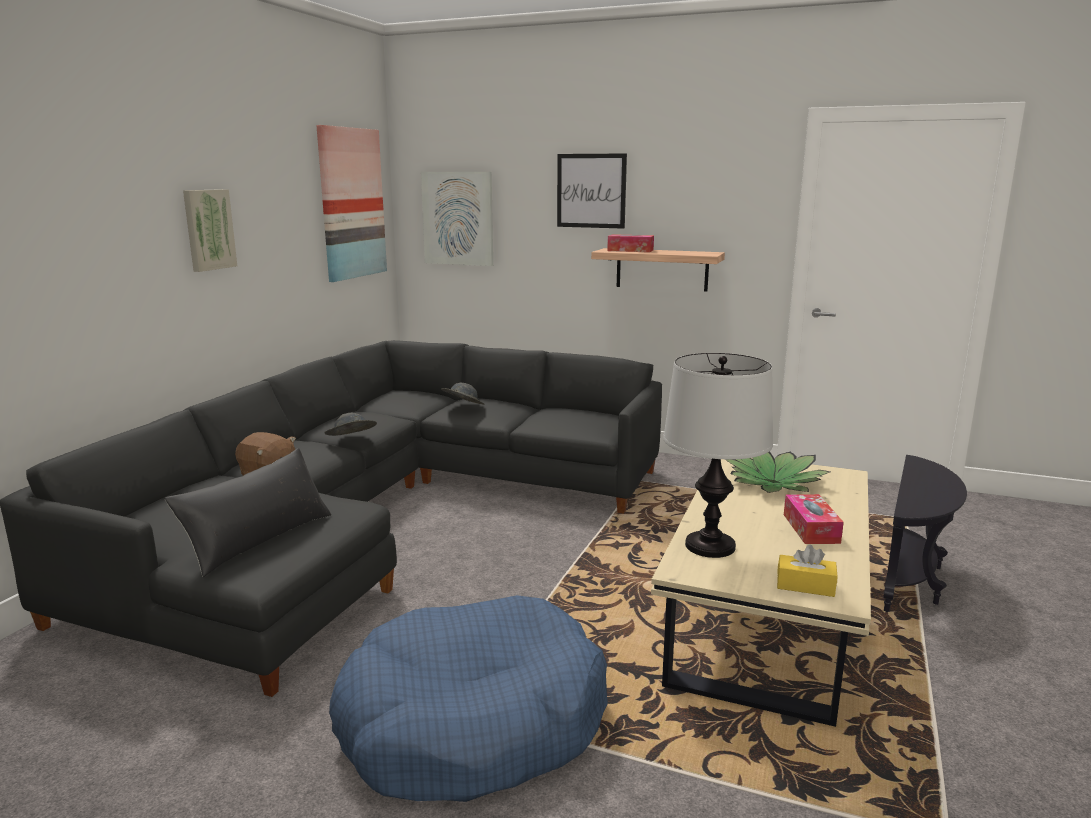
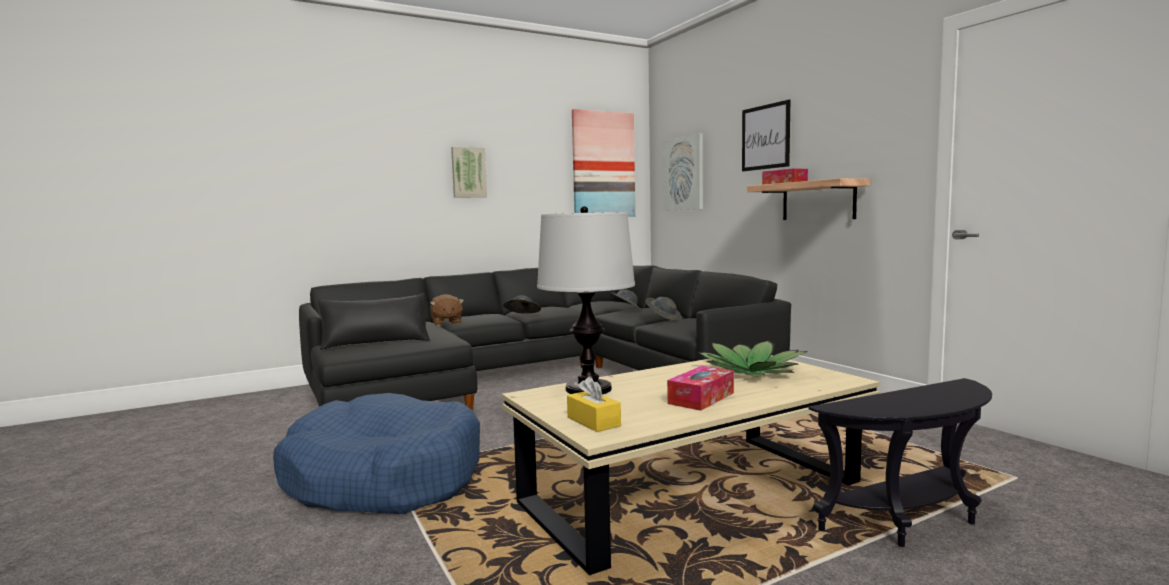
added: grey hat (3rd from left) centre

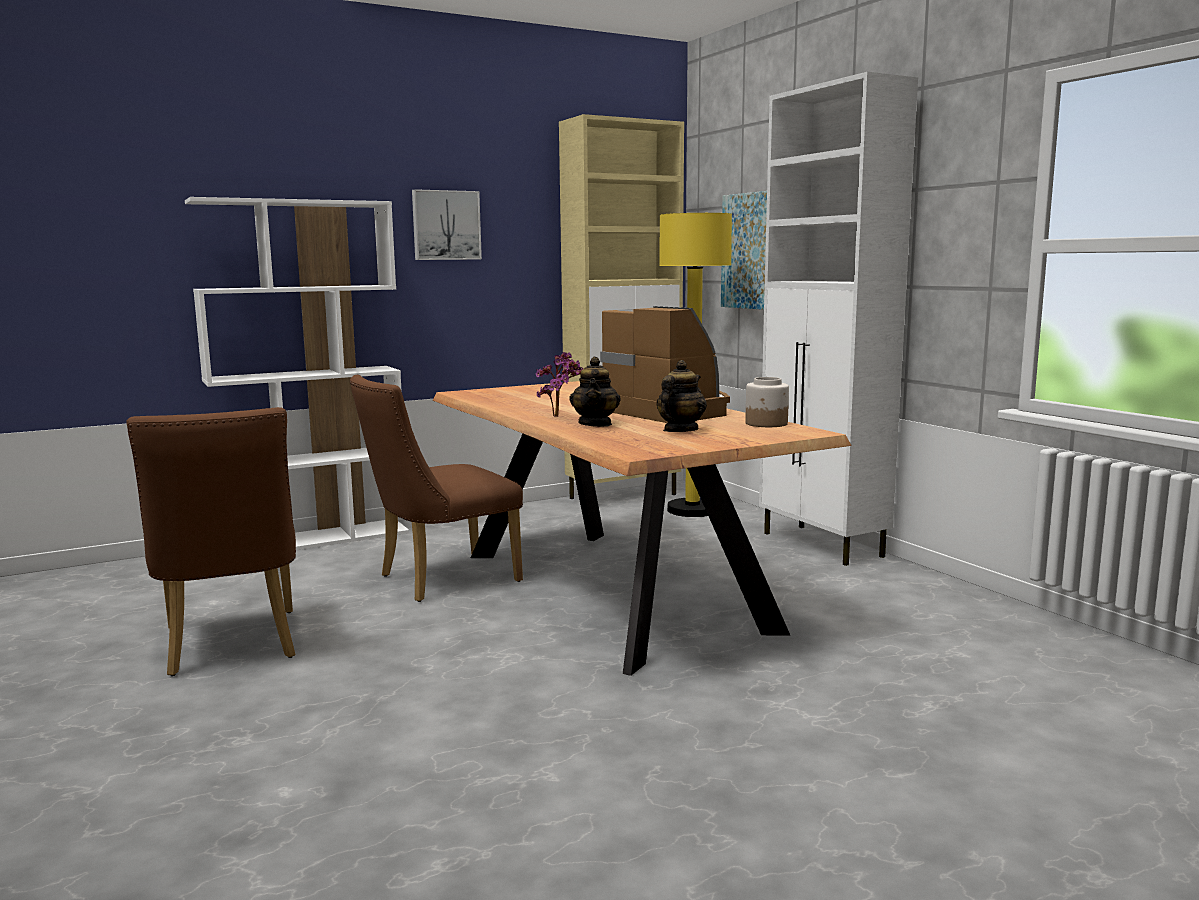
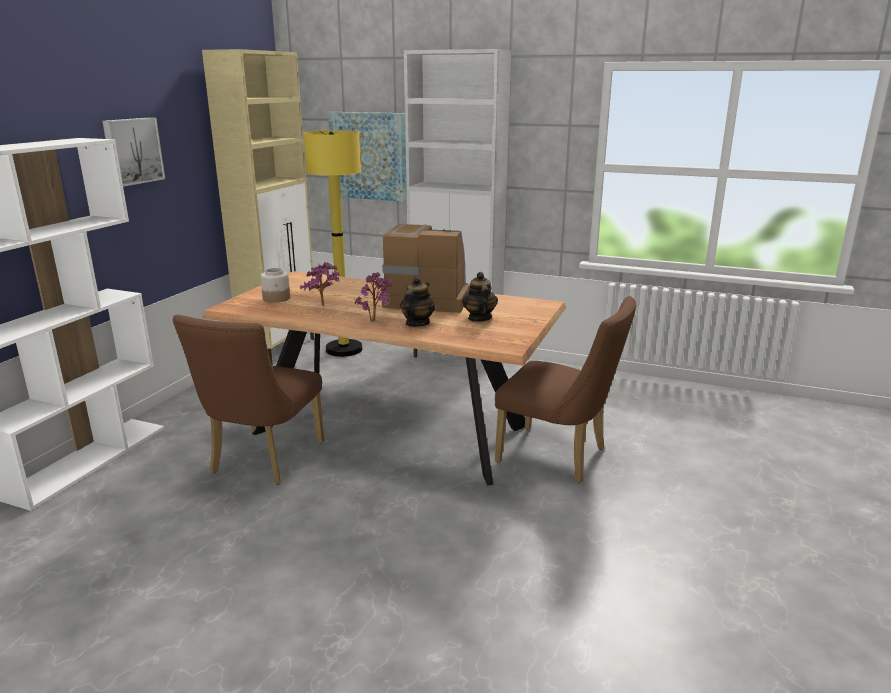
added: potted plant (1st from left) centre
moved: brown chair (1st from left in the first image) middle left to brown chair (2nd from left) centre; jar centre to middle left
turned: teapot (1st from left) centre = centre 120 degrees counterclockwise

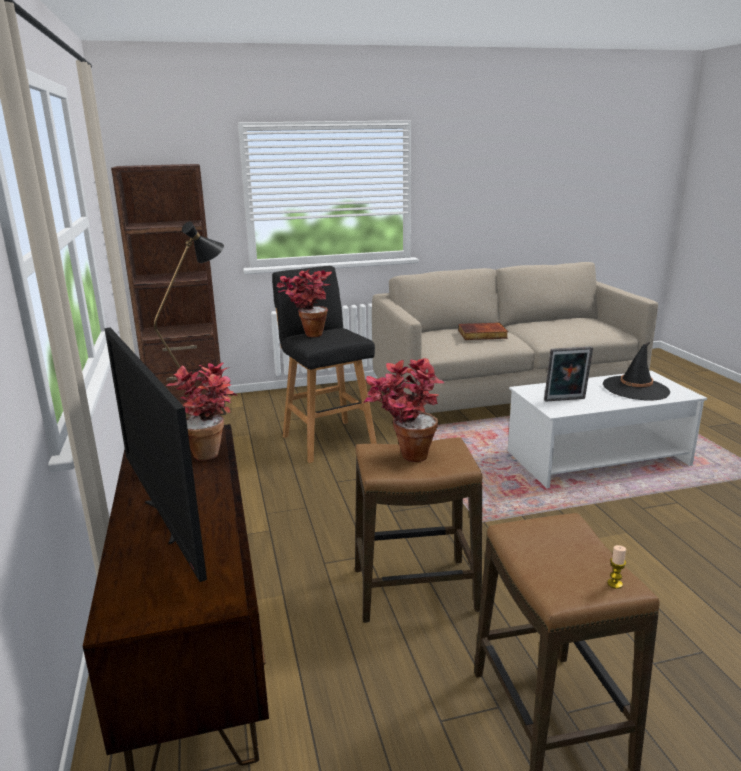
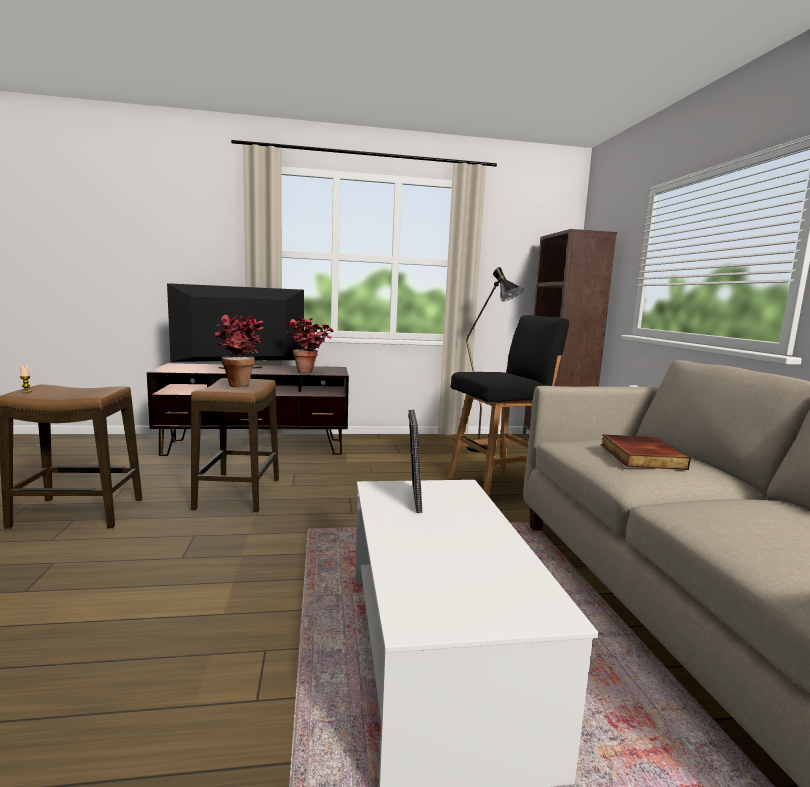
removed: potted plant (2nd from left) centre; black hat middle right

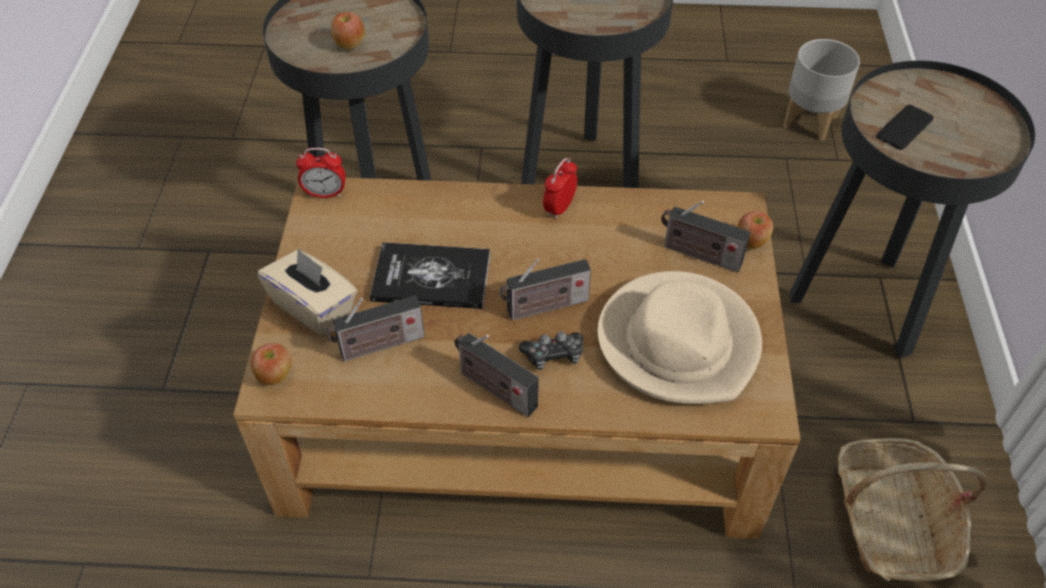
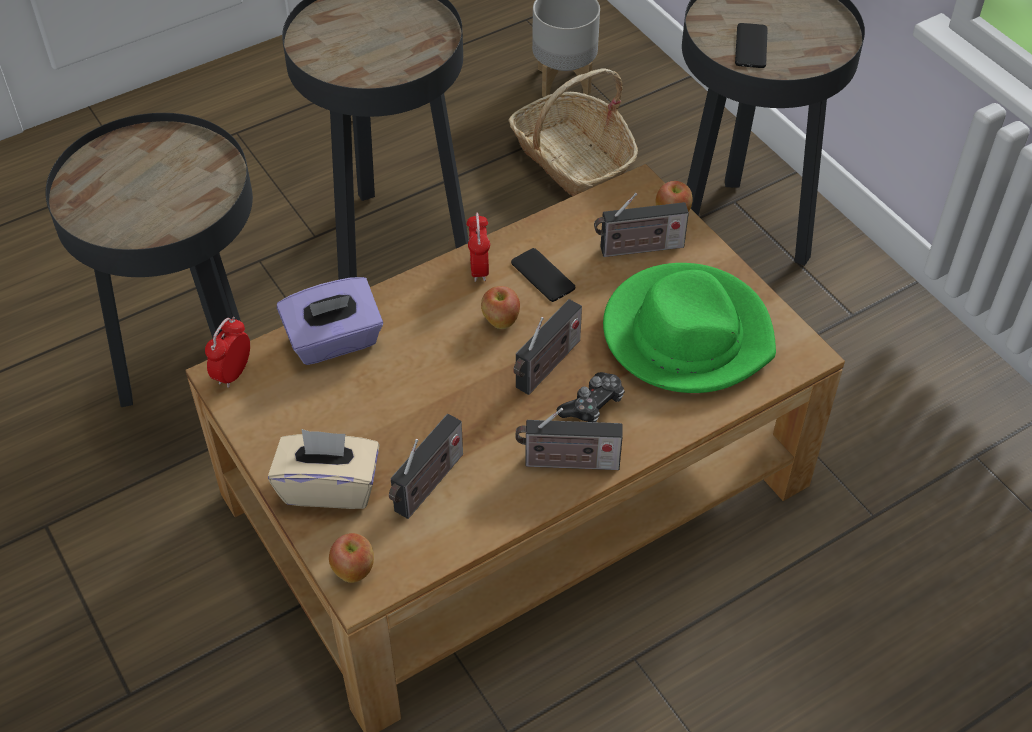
removed: book centre
added: purple tissue box middle left; phone (1st from left) centre
moved: apple (2nd from left) top left to centre; basket bottom right to top centre
recoloured: beige hat centre to green hat middle right
turned: alarm clock (1st from left) top left = middle left 150 degrees clockwise

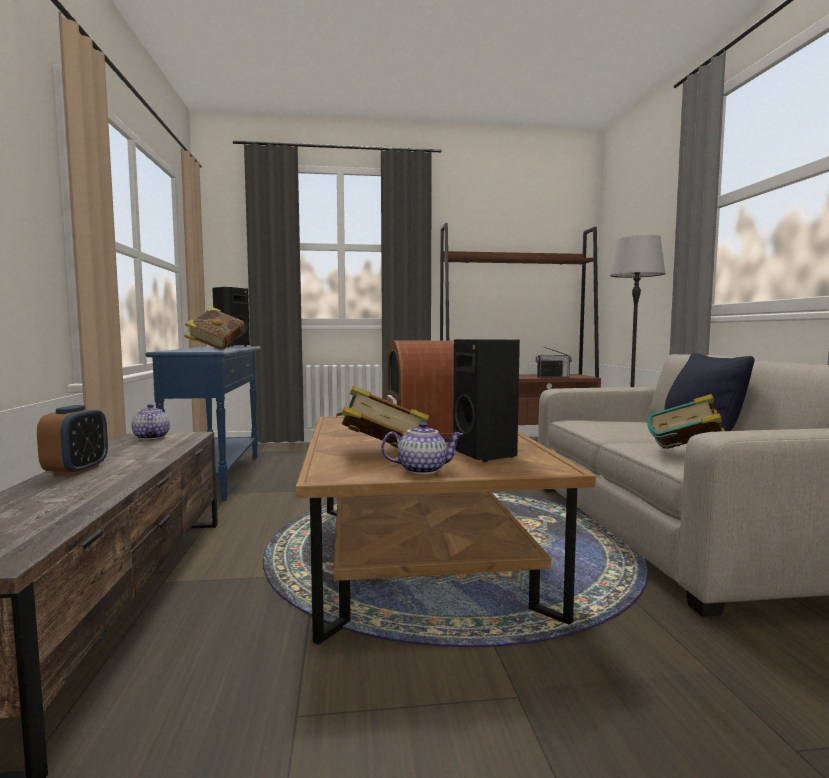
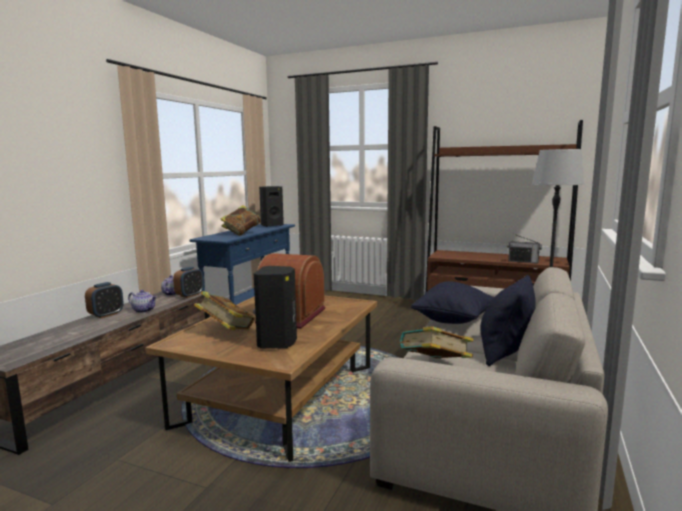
added: alarm clock (2nd from left) middle left; black pillow (1st from left) centre
moved: teapot (2nd from left in the first image) centre to teapot (1st from left) middle left

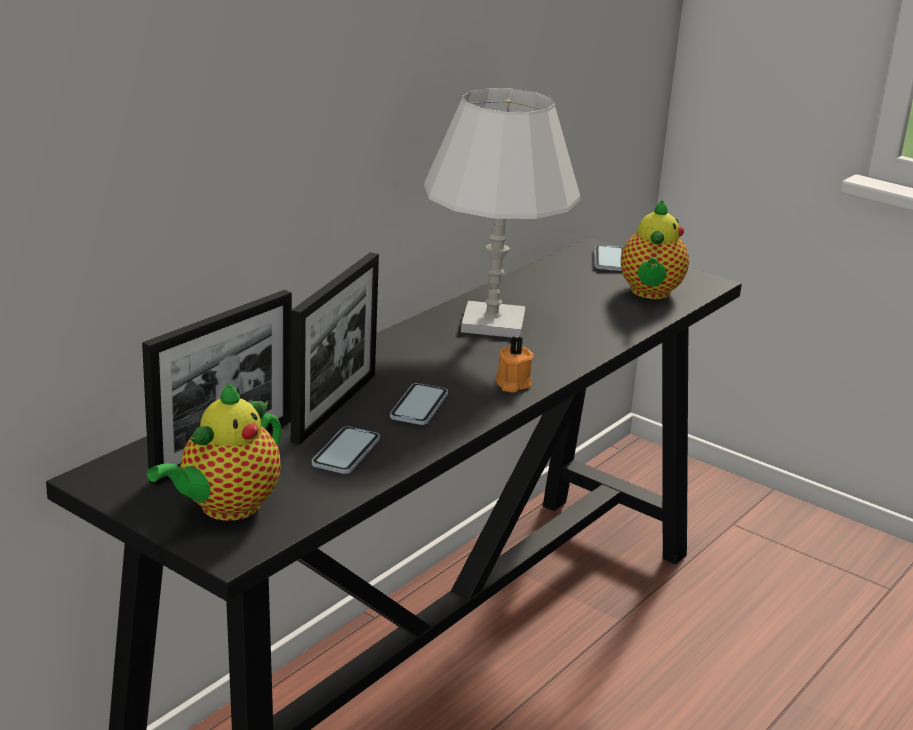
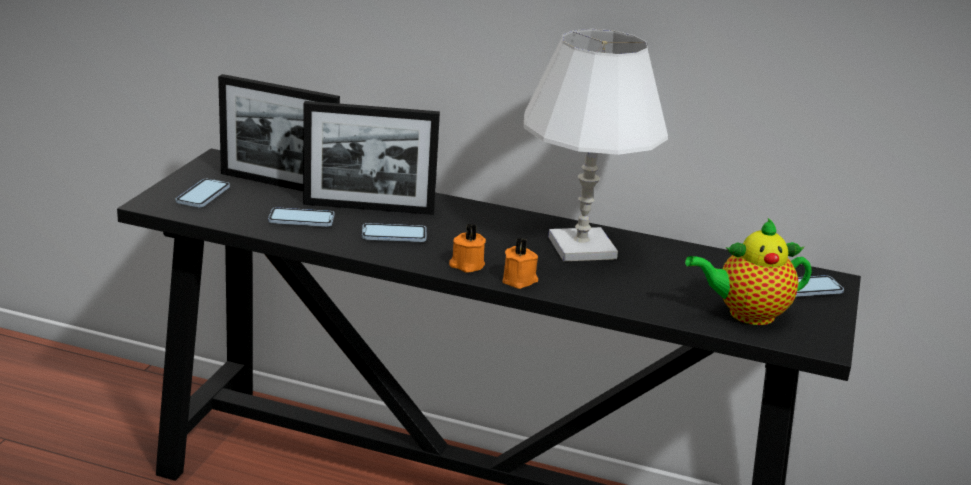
added: orange candle (2nd from left) centre
replaced: teapot (1st from left) middle left to phone (1st from left) middle left

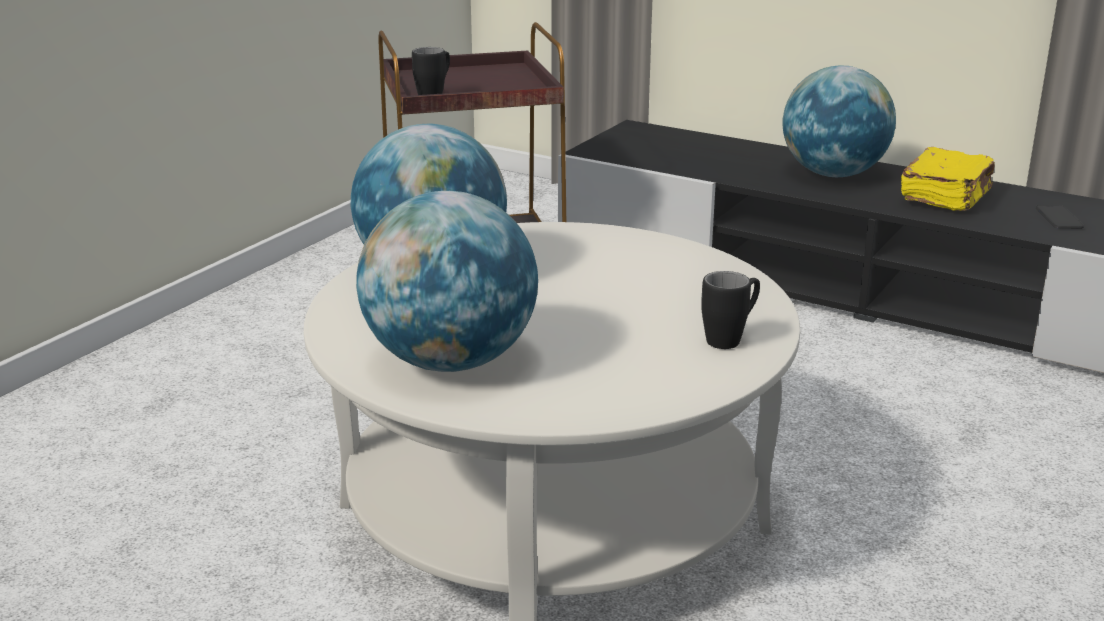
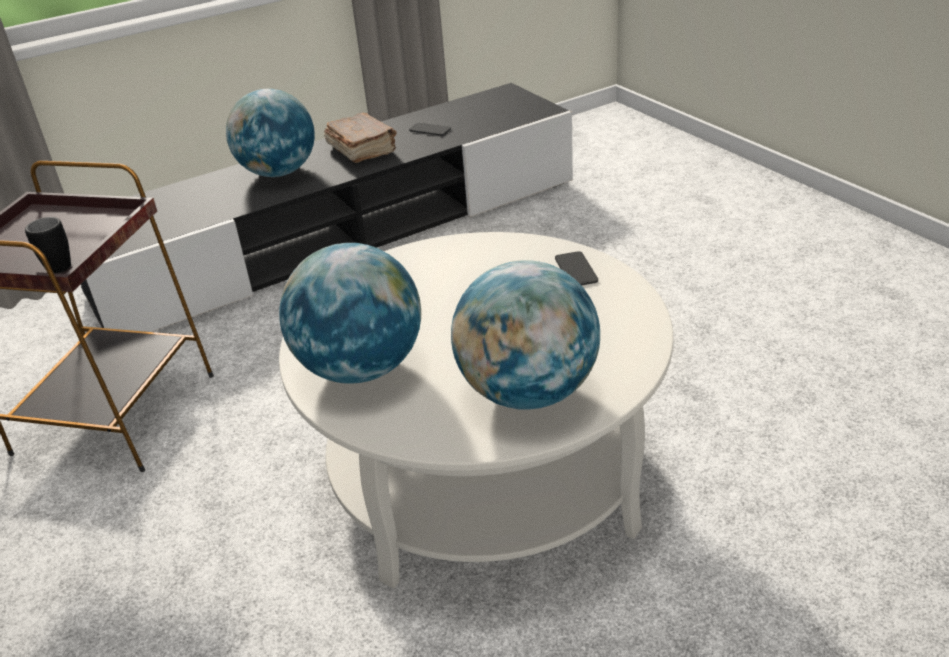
replaced: black mug (2nd from left) centre to phone (2nd from left) centre
recoloured: yellow book top right to brown book top centre

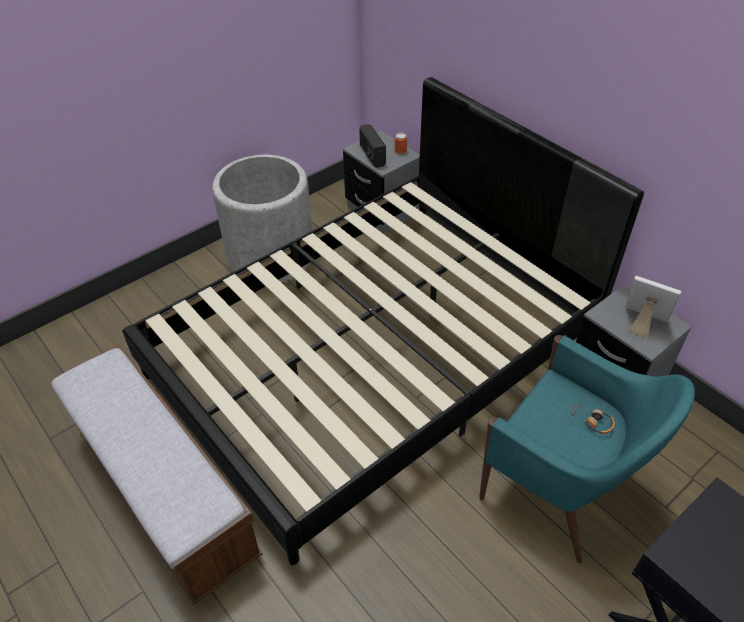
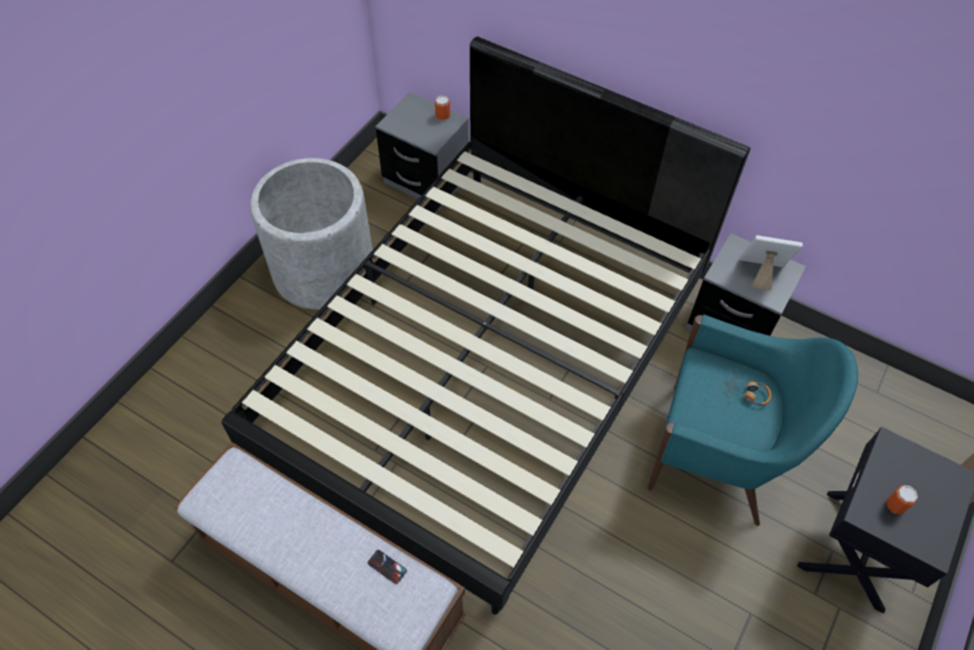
removed: radio top centre
added: phone bottom centre; can (2nd from left) bottom right

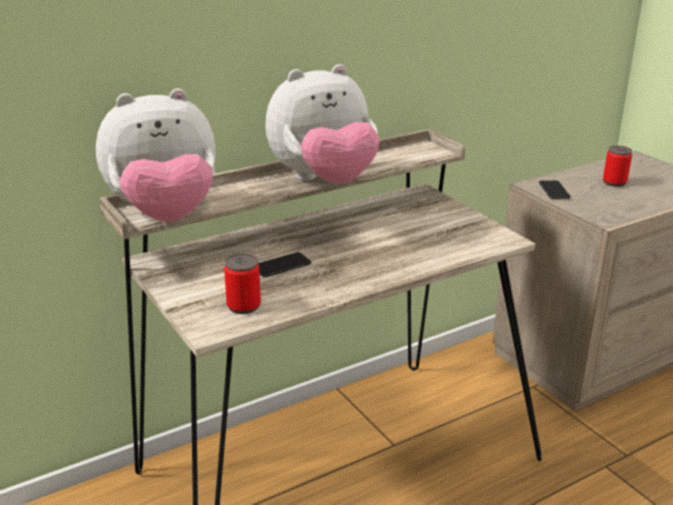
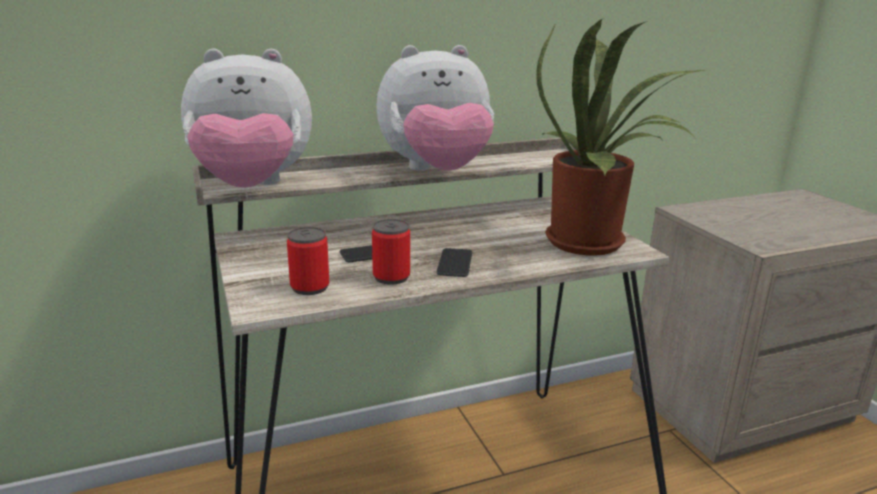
added: potted plant top right
moved: phone (2nd from left) middle right to centre; can (2nd from left) top right to centre

